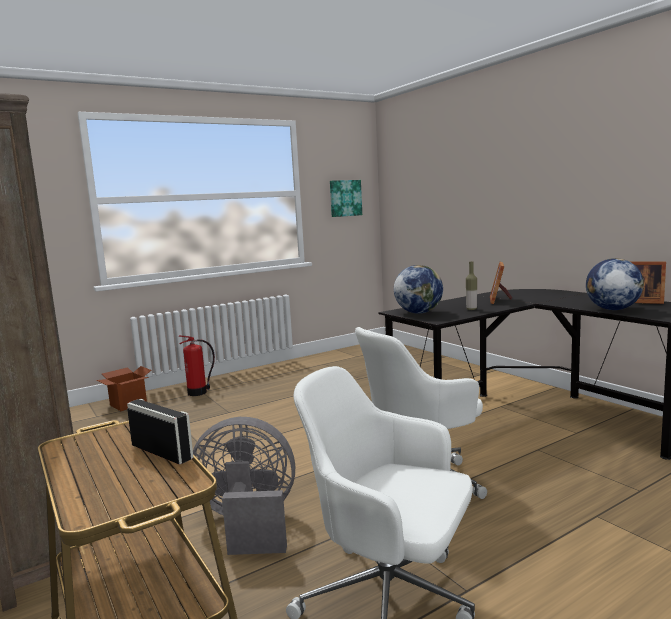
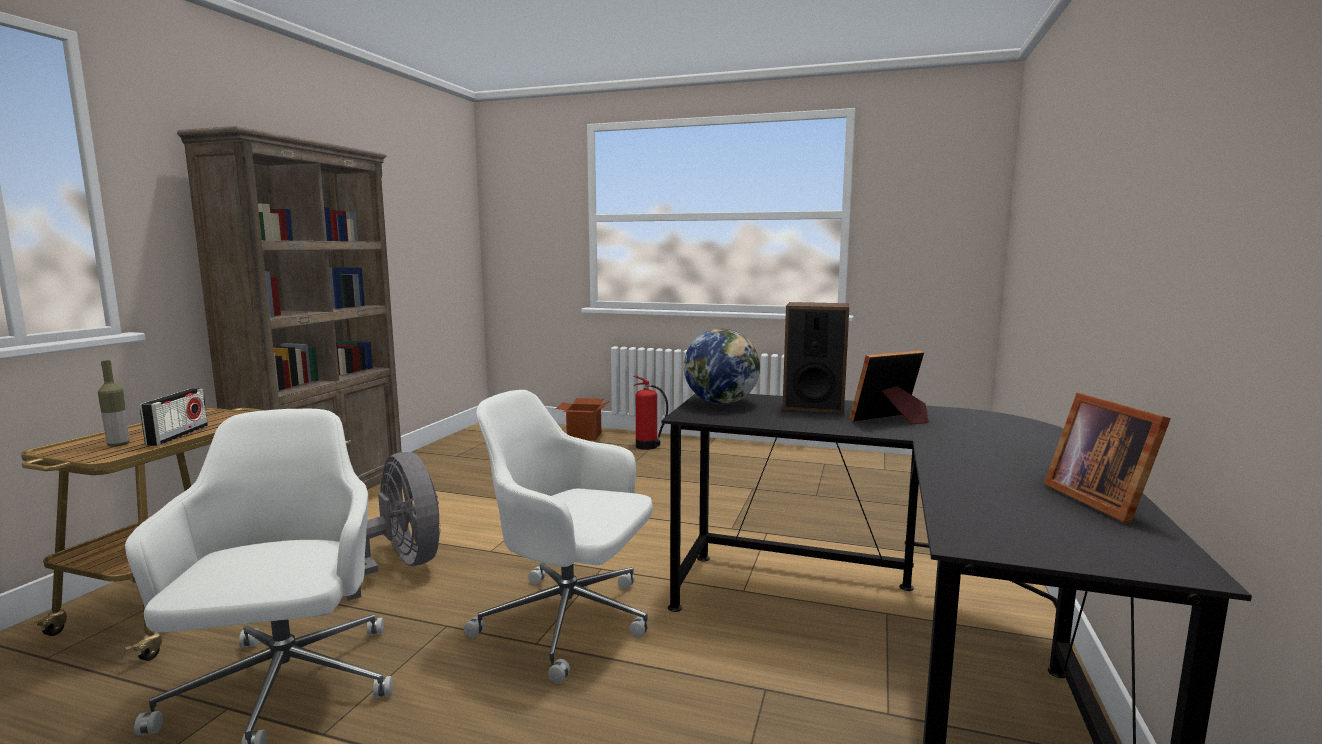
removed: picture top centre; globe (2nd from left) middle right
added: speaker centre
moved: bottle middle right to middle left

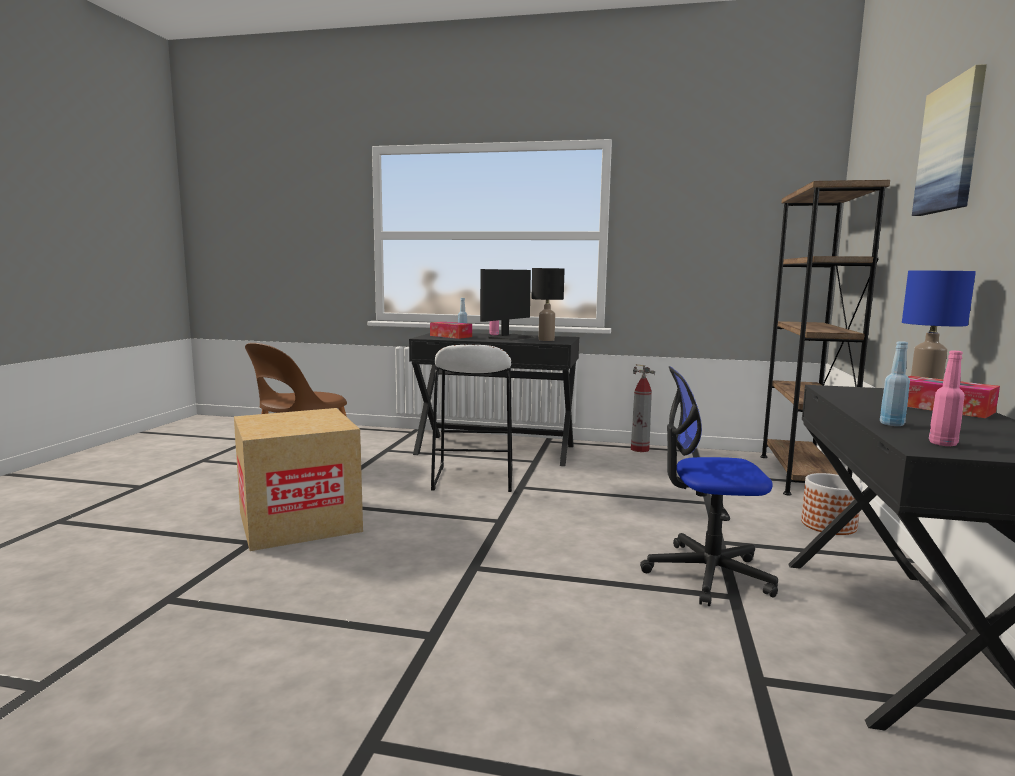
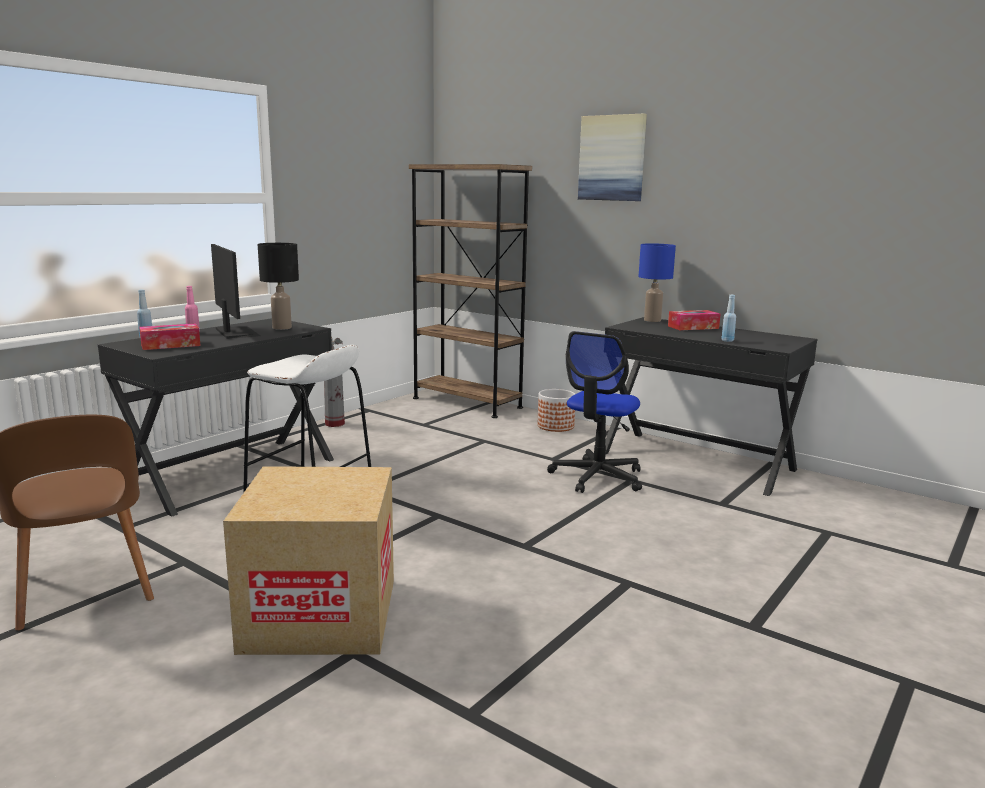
removed: pink bottle (2nd from left) middle right

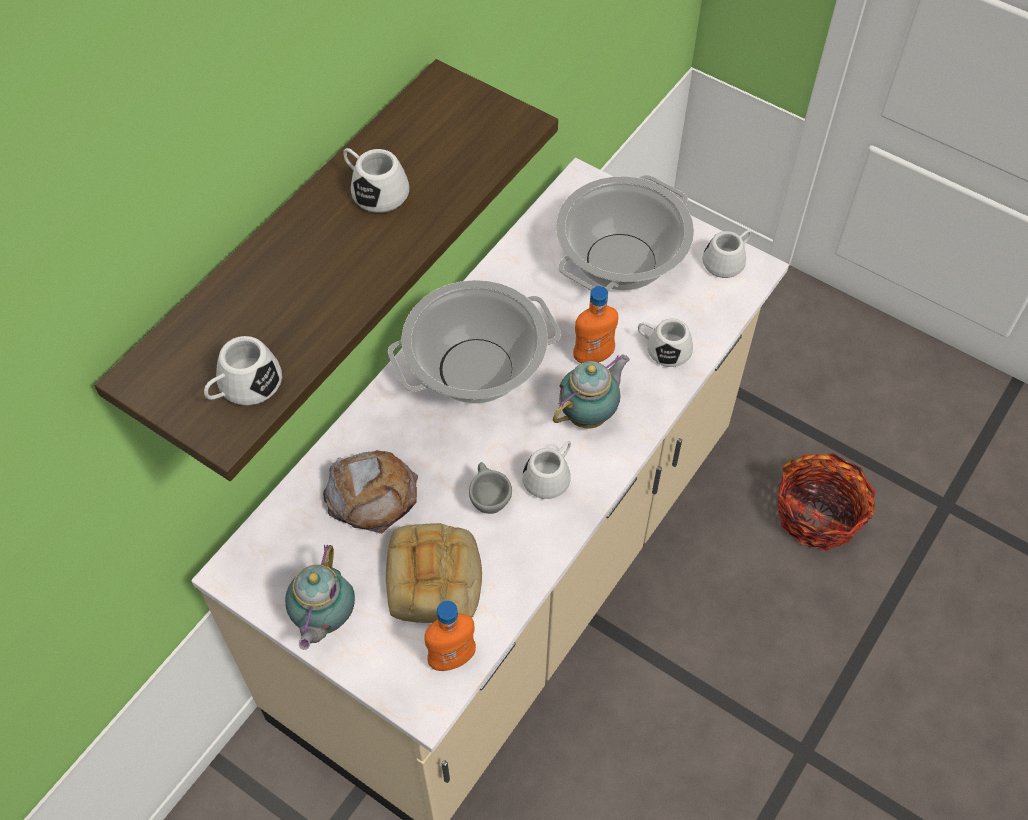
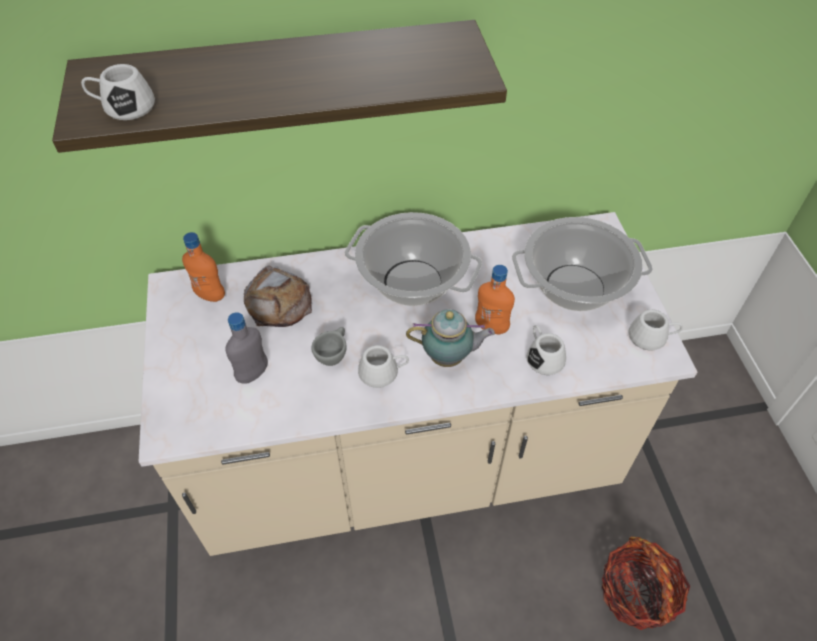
removed: teapot (1st from left) bottom left; white mug (2nd from left) top centre
moved: orange bottle (1st from left) bottom centre to middle left
replaced: bread (2nd from left) bottom centre to grey bottle middle left

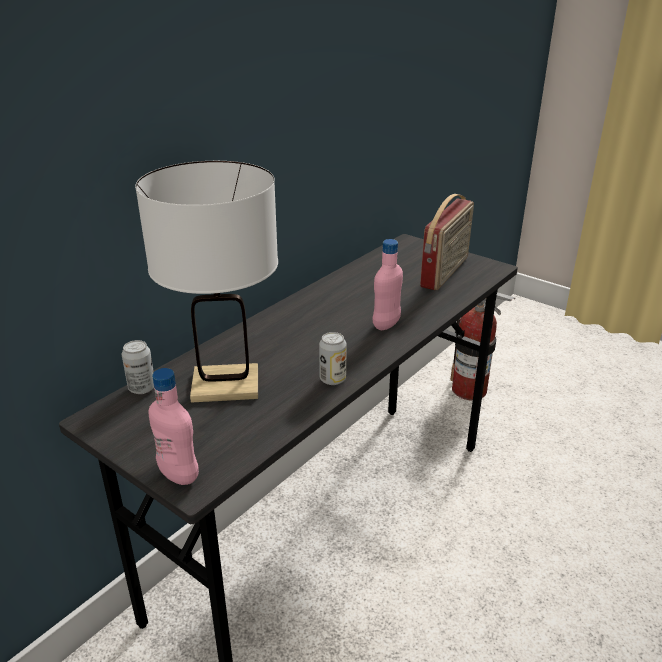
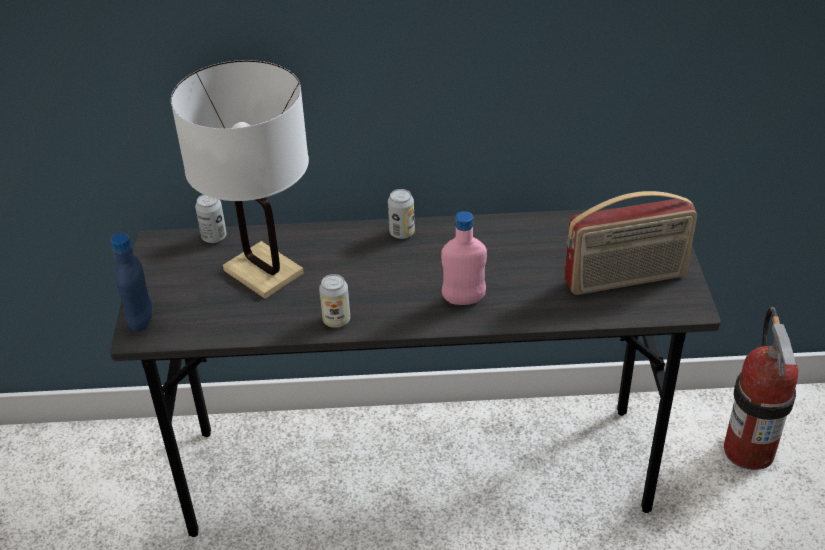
added: can (3rd from left) centre
recoloured: pink bottle (1st from left) middle left to blue bottle middle left

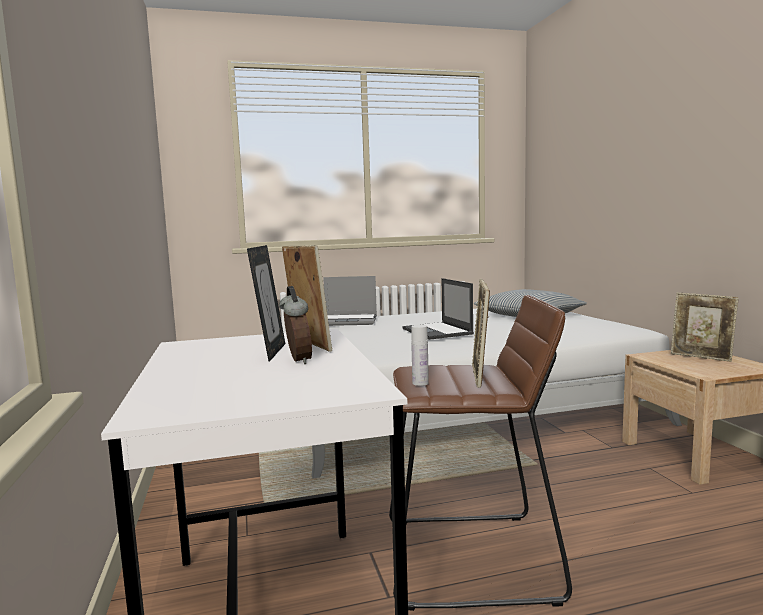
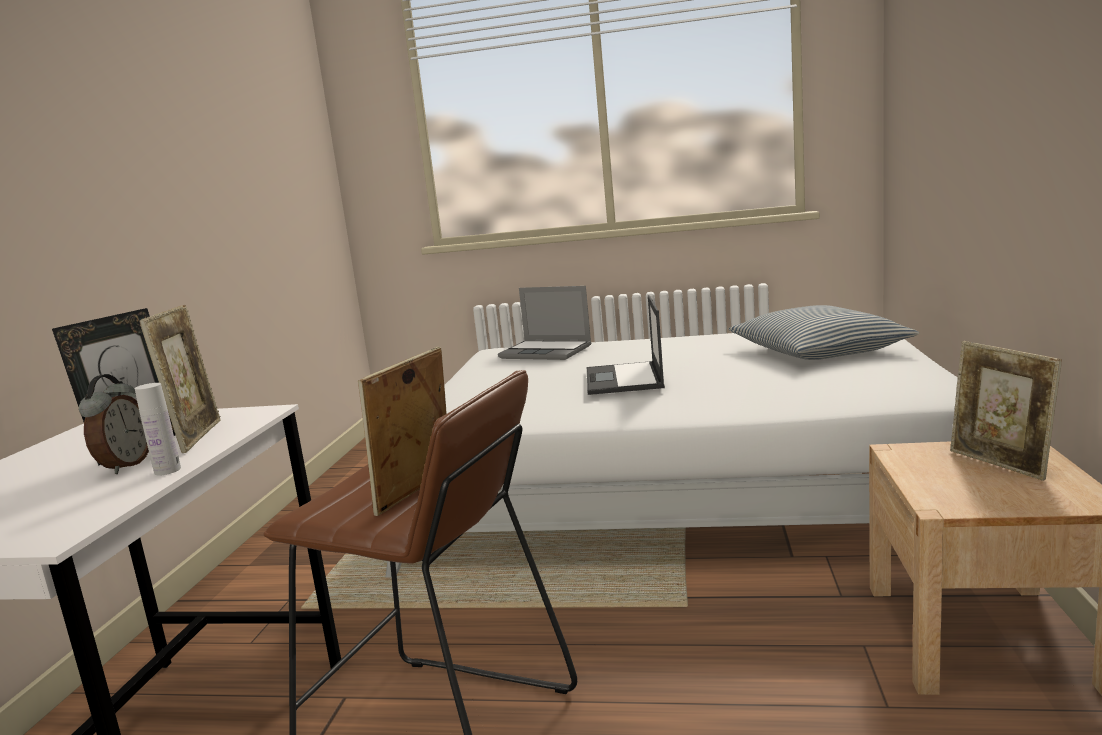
moved: white bottle centre to middle left

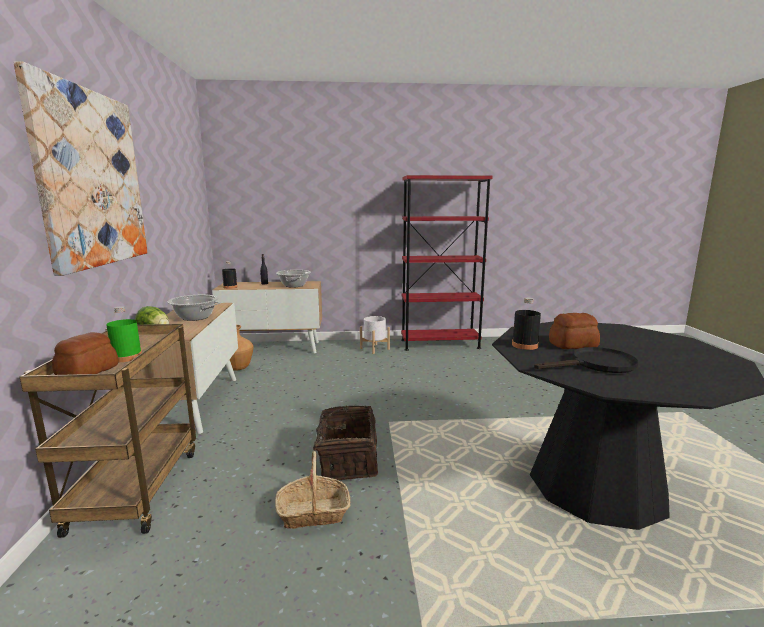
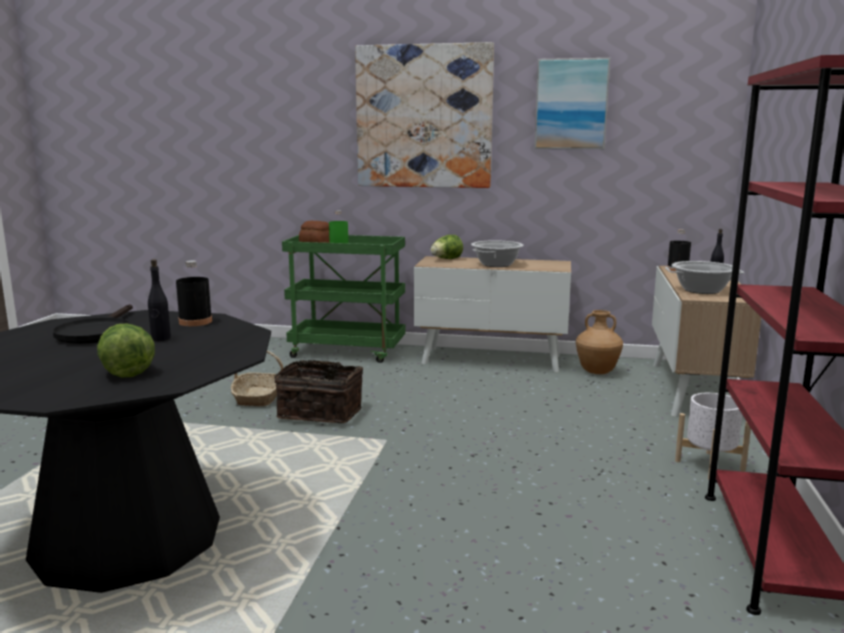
added: lettuce (1st from left) middle left; picture (2nd from left) top right
replaced: bread (2nd from left) middle right to black bottle (1st from left) middle left
recoloured: brown cart bottom left to green cart centre

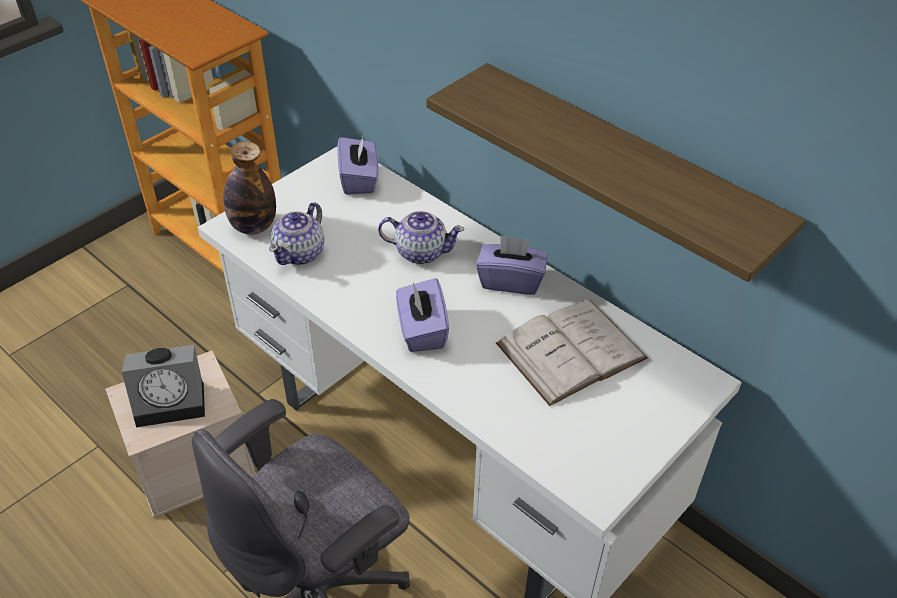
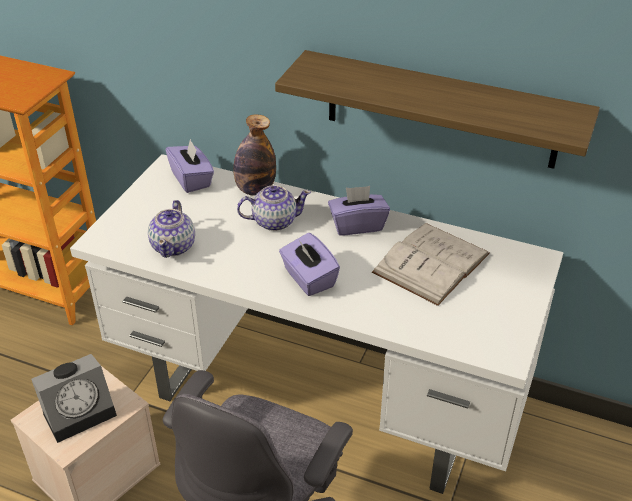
moved: bottle top left to top centre

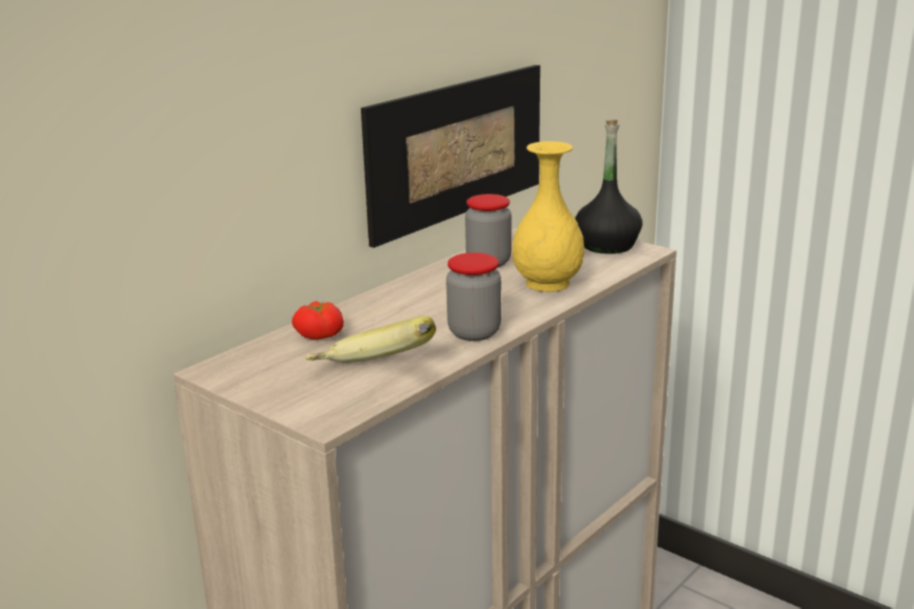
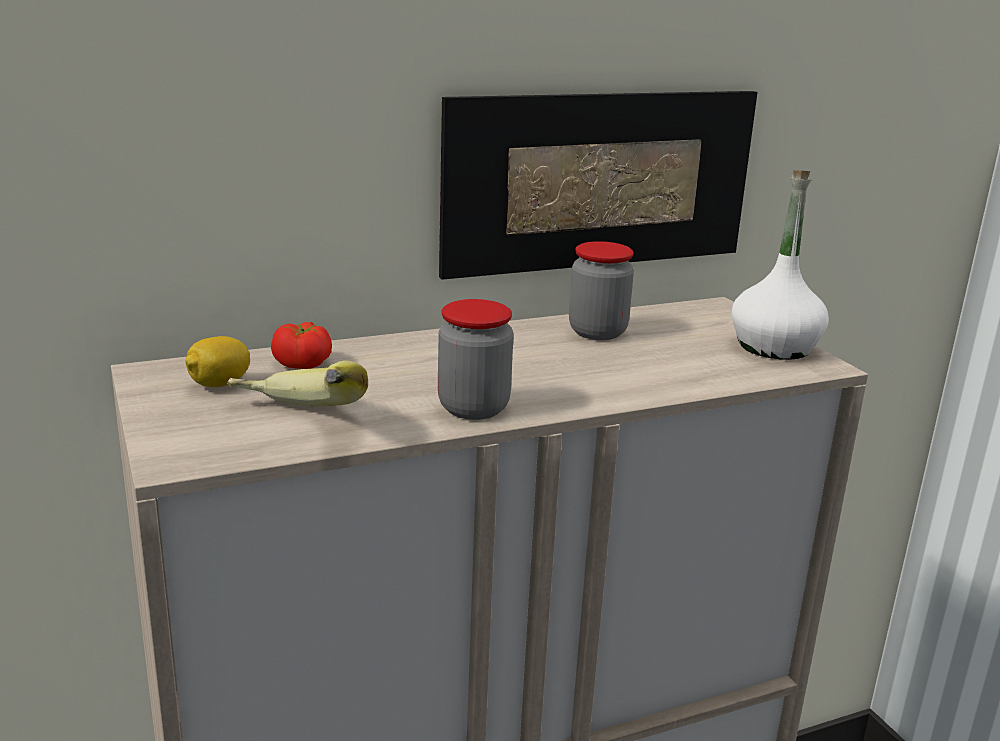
removed: yellow vase centre
added: lemon middle left
recoloured: black bottle top centre to white bottle middle right

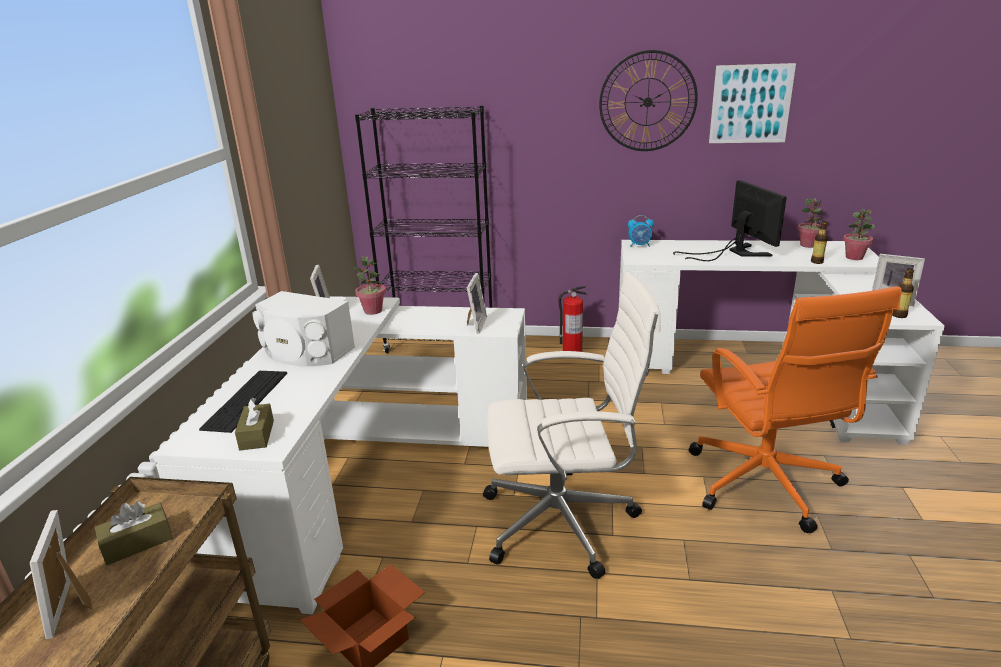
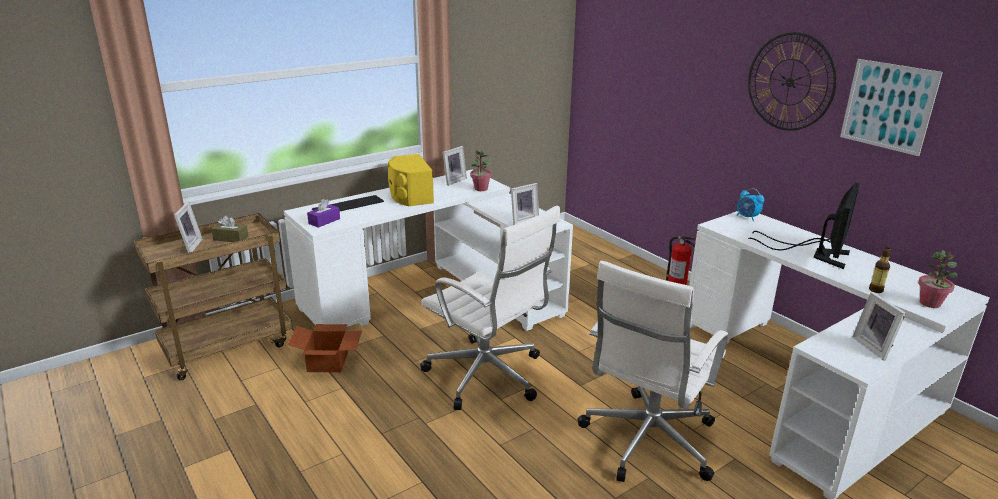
removed: black bookcase centre; potted plant (2nd from left) middle right; bottle (2nd from left) middle right
recoloured: brown tissue box (2nd from left) middle left to purple tissue box middle left; white speaker middle left to yellow speaker centre; orange office chair middle right to white office chair (2nd from left) bottom centre
turned: picture frame (1st from left) bottom left = middle left 150 degrees clockwise

